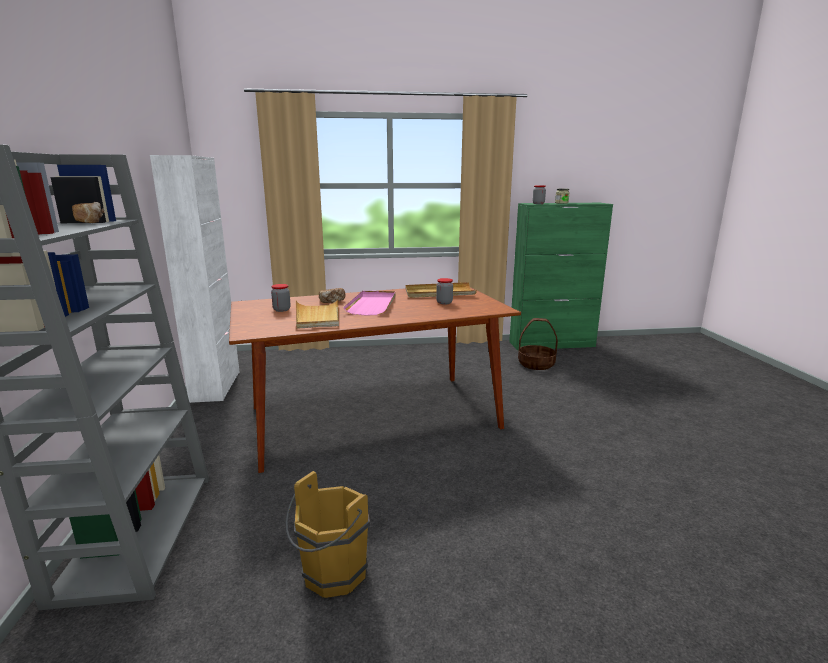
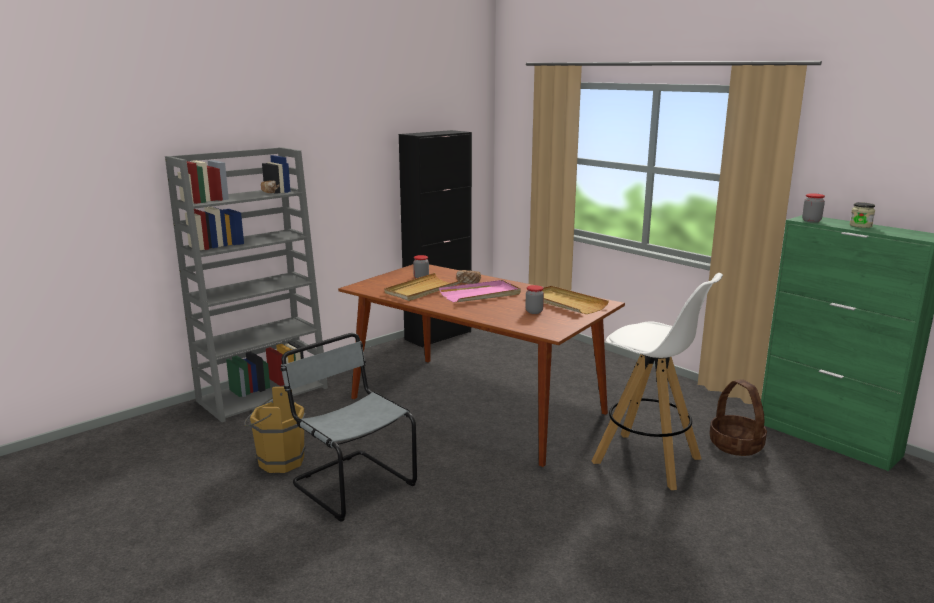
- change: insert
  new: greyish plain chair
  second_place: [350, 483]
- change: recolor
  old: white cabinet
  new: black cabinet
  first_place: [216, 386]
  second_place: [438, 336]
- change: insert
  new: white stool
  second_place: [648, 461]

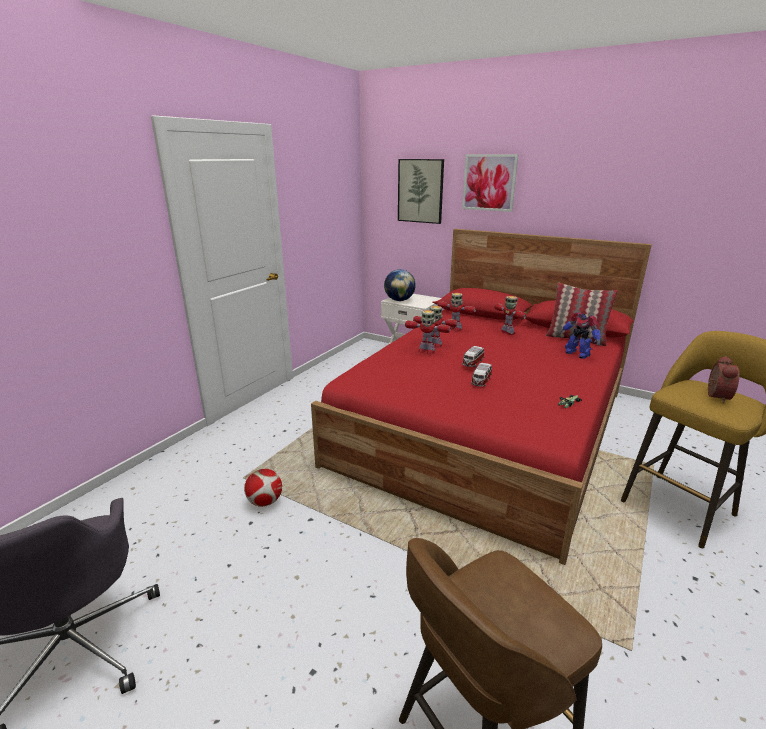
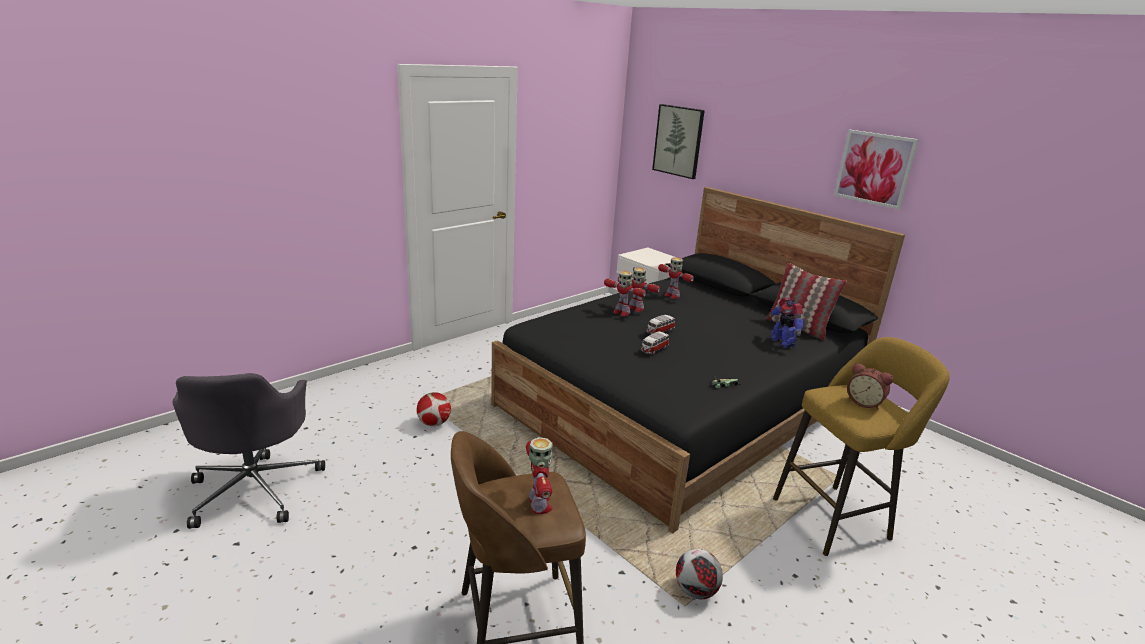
- change: recolor
  old: reddish sleeping bed
  new: black sleeping bed
  first_place: [487, 426]
  second_place: [683, 404]
- change: move
  old: toy robot
  first_place: [508, 332]
  second_place: [539, 505]
- change: insert
  new: ball for football
  second_place: [695, 591]
- change: move
  old: wall picture
  first_place: [489, 182]
  second_place: [874, 168]
- change: rotate
  old: bedside clock
  first_place: [715, 396]
  second_place: [864, 402]
  degrees: 90
- change: delete
  old: desk globe
  first_place: [399, 300]

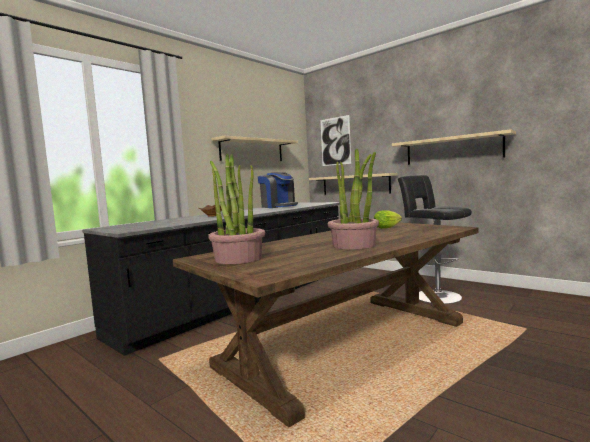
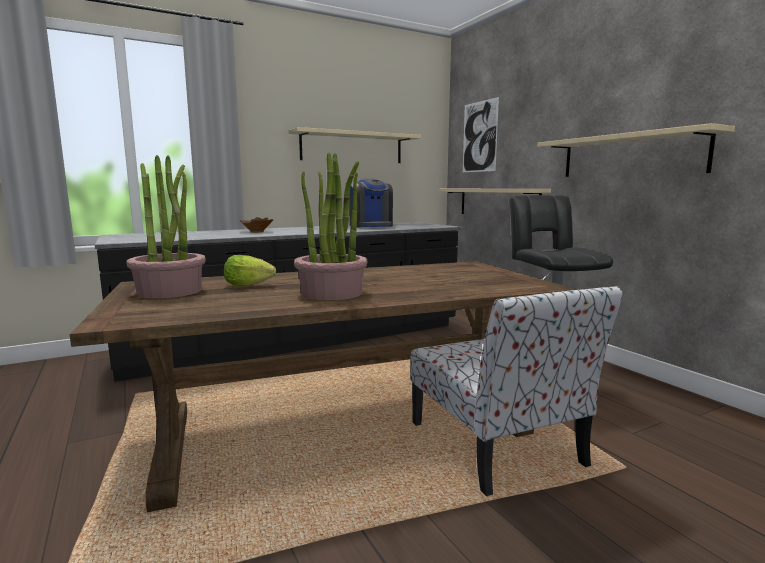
- change: move
  old: head of lettuce
  first_place: [386, 228]
  second_place: [248, 285]
- change: insert
  new: plain chair
  second_place: [497, 446]

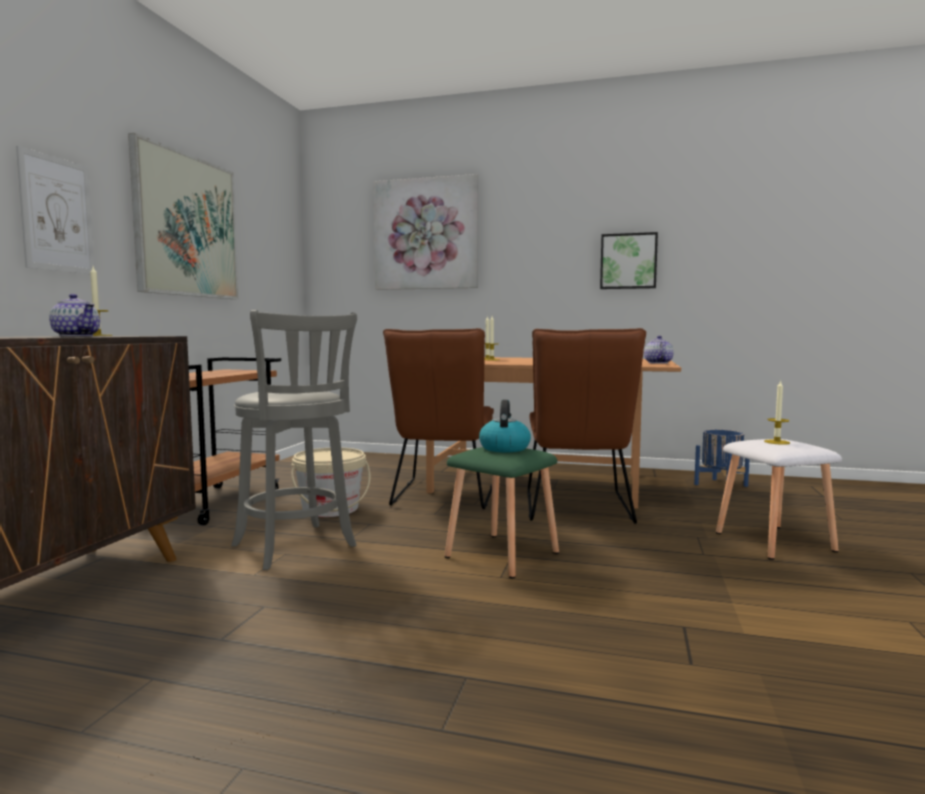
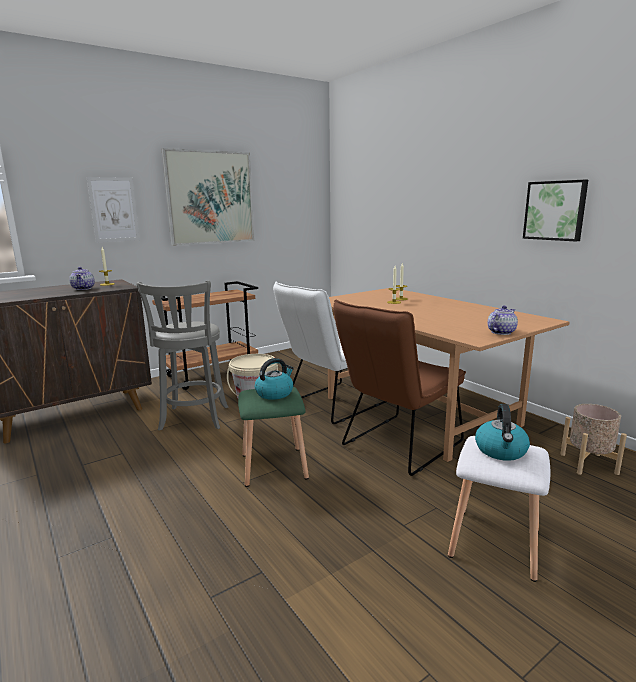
- change: recolor
  old: brownish plain chair
  new: white plain chair
  first_place: [443, 496]
  second_place: [331, 404]
- change: replace
  old: candle
  new: tea kettle
  first_place: [777, 442]
  second_place: [501, 451]
- change: recolor
  old: bluish plant pot
  new: beige-coloured plant pot
  first_place: [720, 485]
  second_place: [588, 463]
- change: delete
  old: wall picture
  first_place: [426, 234]

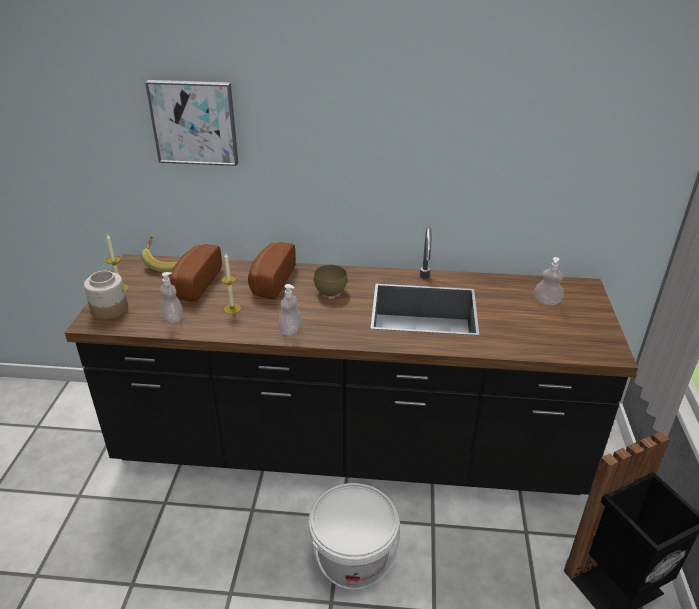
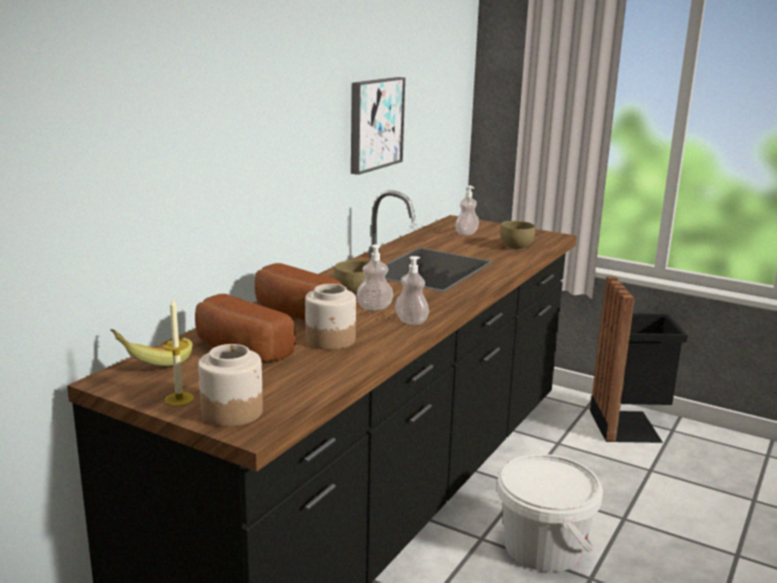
- change: replace
  old: candle
  new: storage jar
  first_place: [232, 309]
  second_place: [331, 340]
- change: move
  old: wall picture
  first_place: [194, 122]
  second_place: [374, 124]
- change: move
  old: soap dispenser
  first_place: [173, 318]
  second_place: [374, 308]
- change: insert
  new: brownish deep dish
  second_place: [515, 247]

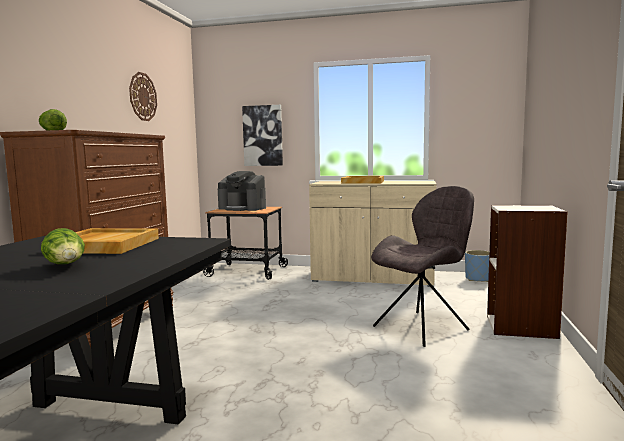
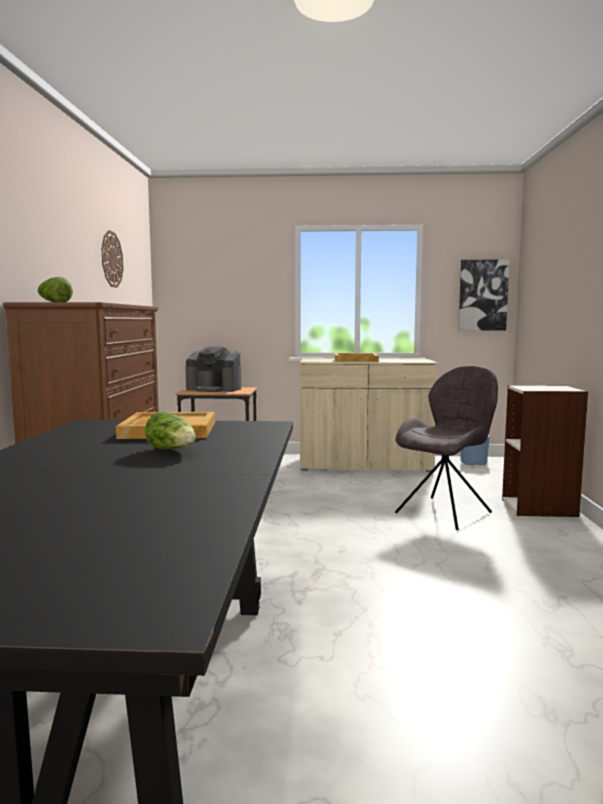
- change: move
  old: wall picture
  first_place: [263, 135]
  second_place: [483, 295]

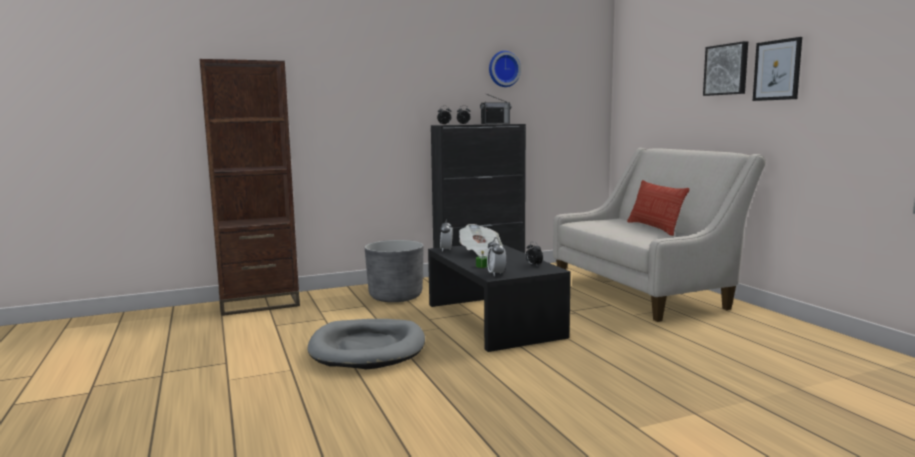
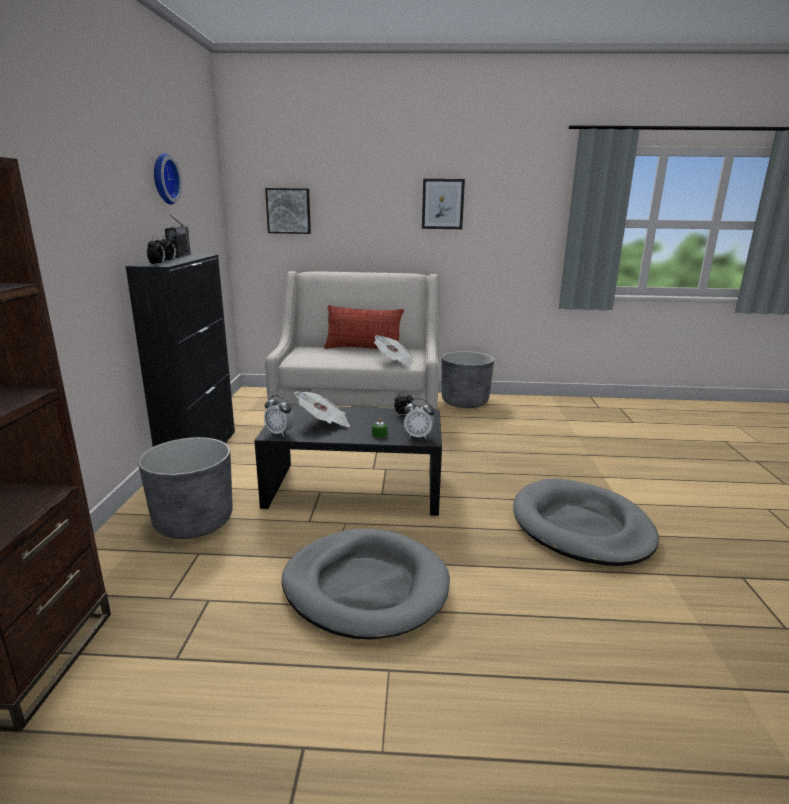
- change: move
  old: wall picture
  first_place: [727, 69]
  second_place: [288, 211]
- change: insert
  new: newspaper
  second_place: [394, 361]
- change: insert
  new: greyish plant pot
  second_place: [464, 402]
- change: insert
  new: greyish pet bed
  second_place: [581, 527]

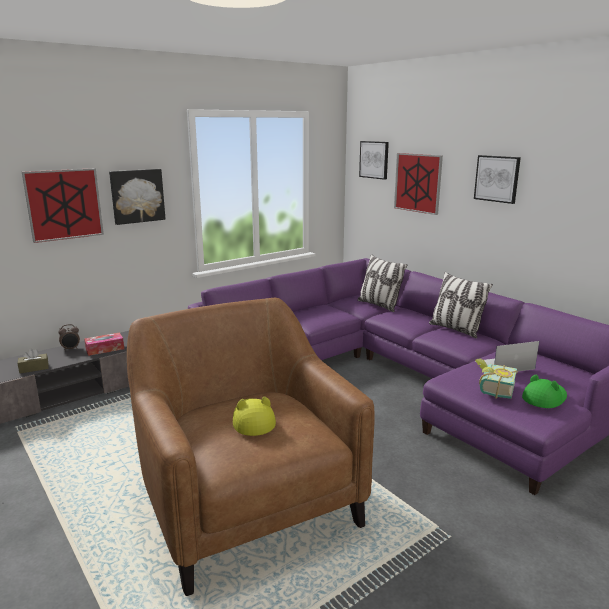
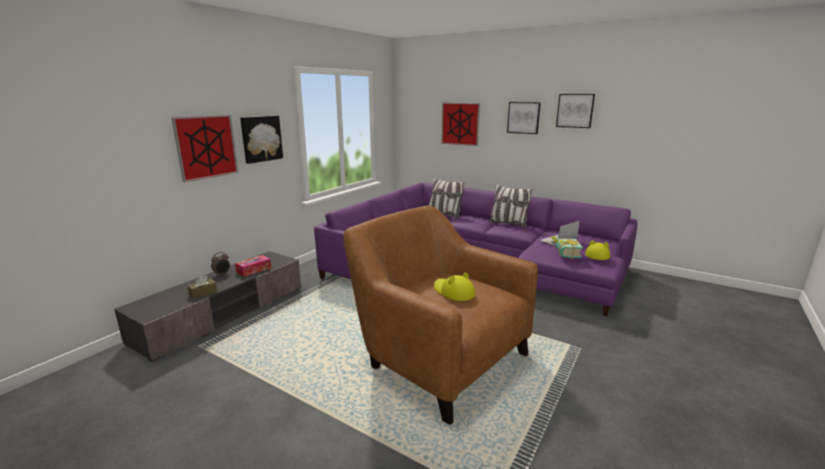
- change: move
  old: wall picture
  first_place: [374, 159]
  second_place: [575, 110]
- change: recolor
  old: green hat
  new: yellow hat
  first_place: [544, 398]
  second_place: [597, 255]

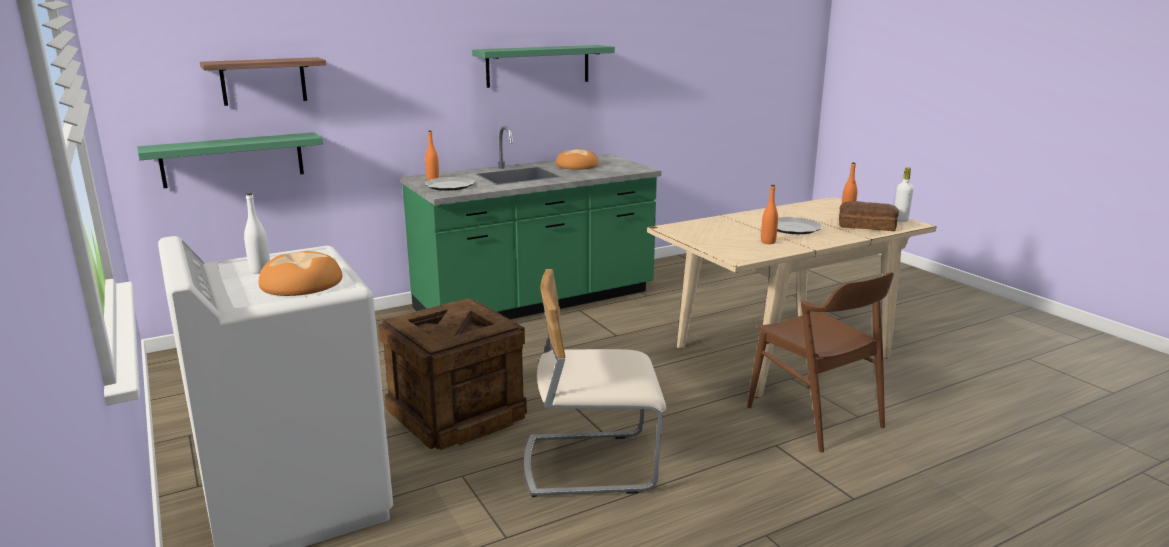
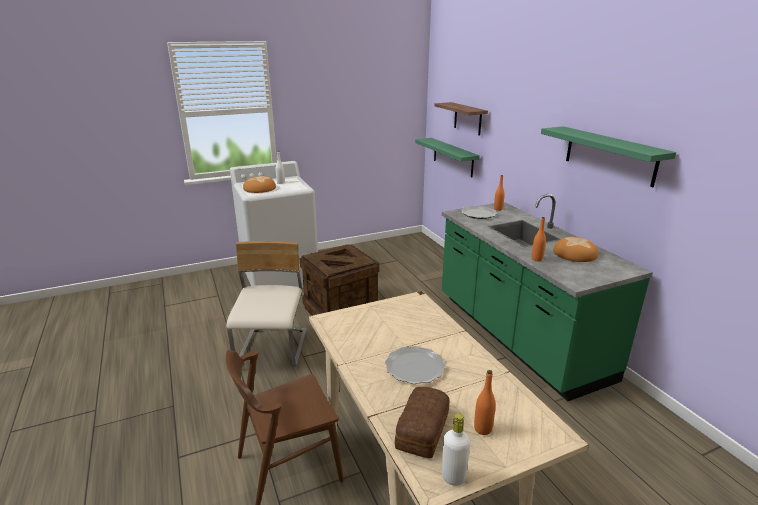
- change: move
  old: orange-coloured beverage bottle
  first_place: [768, 242]
  second_place: [537, 259]

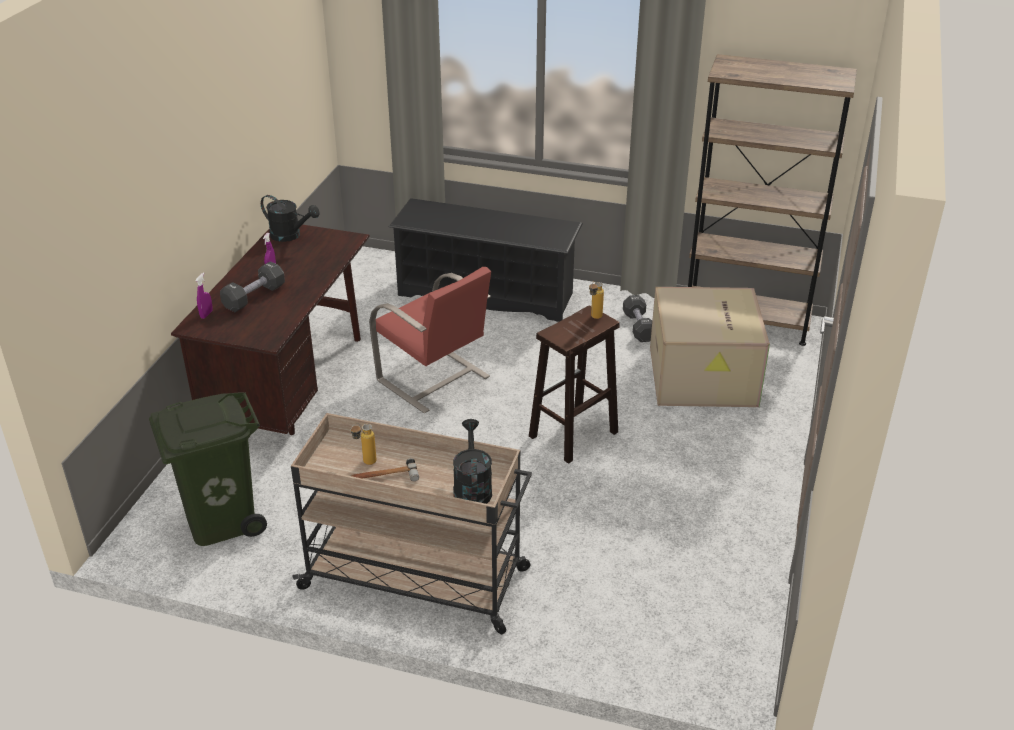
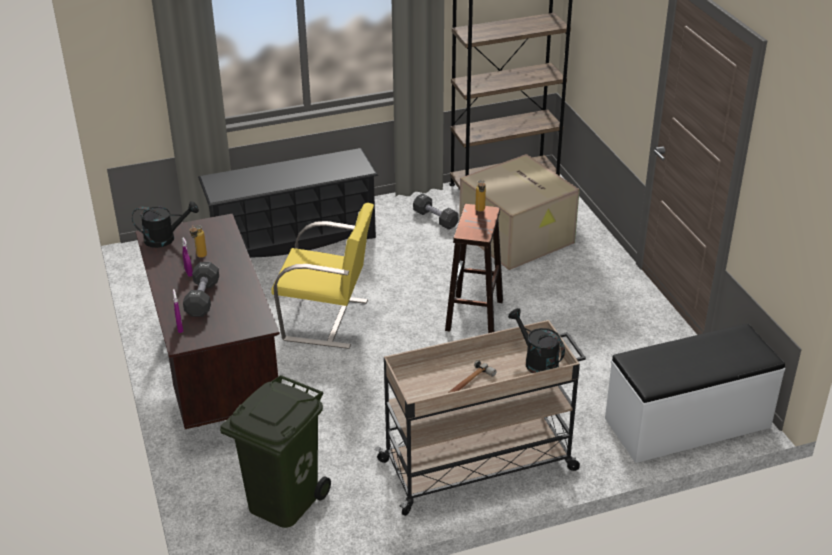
- change: move
  old: beverage bottle
  first_place: [365, 463]
  second_place: [199, 257]
- change: recolor
  old: reddish plain chair
  new: yellow plain chair
  first_place: [434, 380]
  second_place: [327, 320]
- change: insert
  new: white indoor bench
  second_place: [688, 423]

